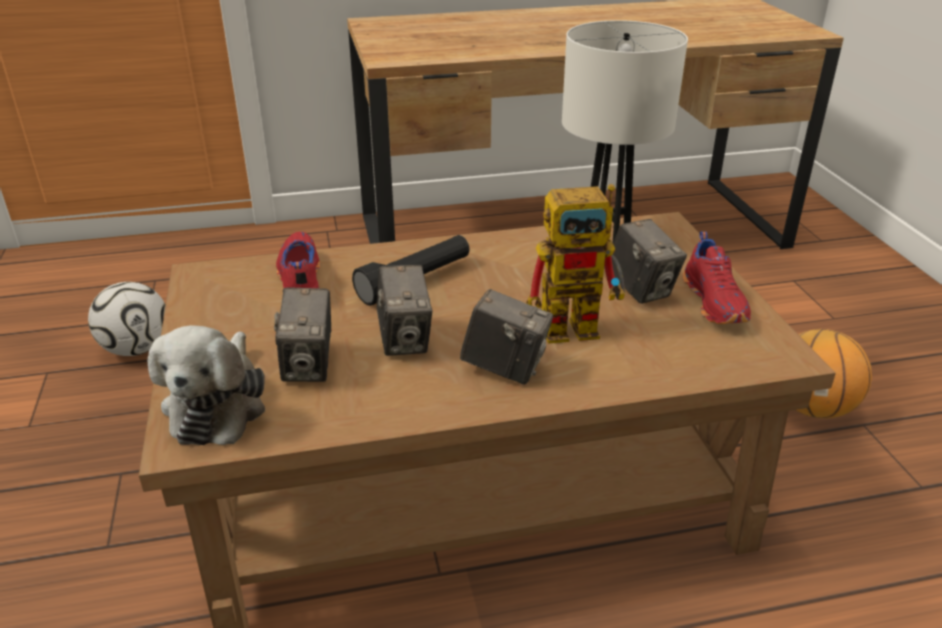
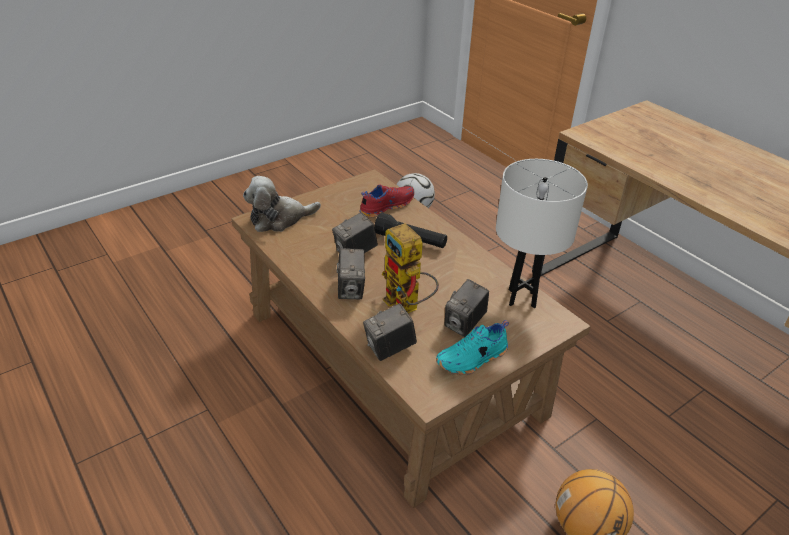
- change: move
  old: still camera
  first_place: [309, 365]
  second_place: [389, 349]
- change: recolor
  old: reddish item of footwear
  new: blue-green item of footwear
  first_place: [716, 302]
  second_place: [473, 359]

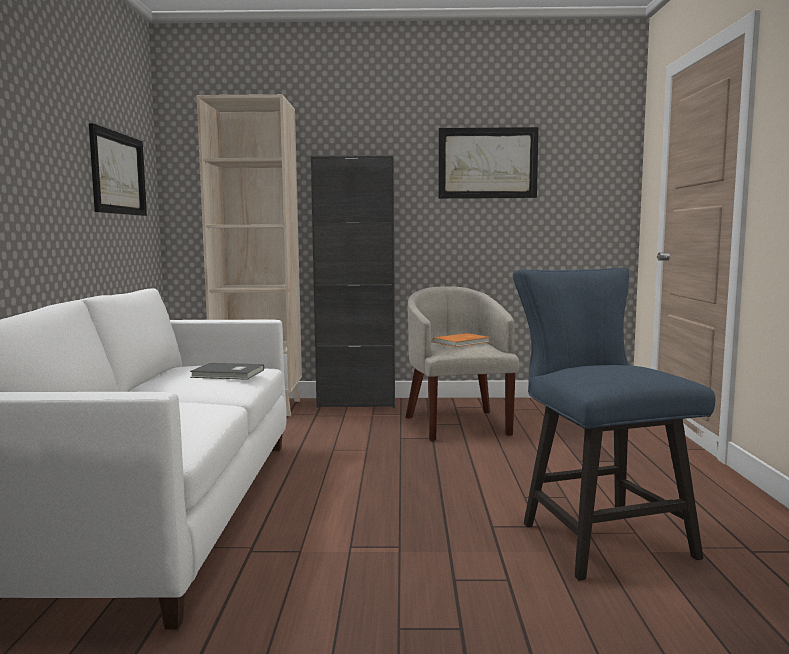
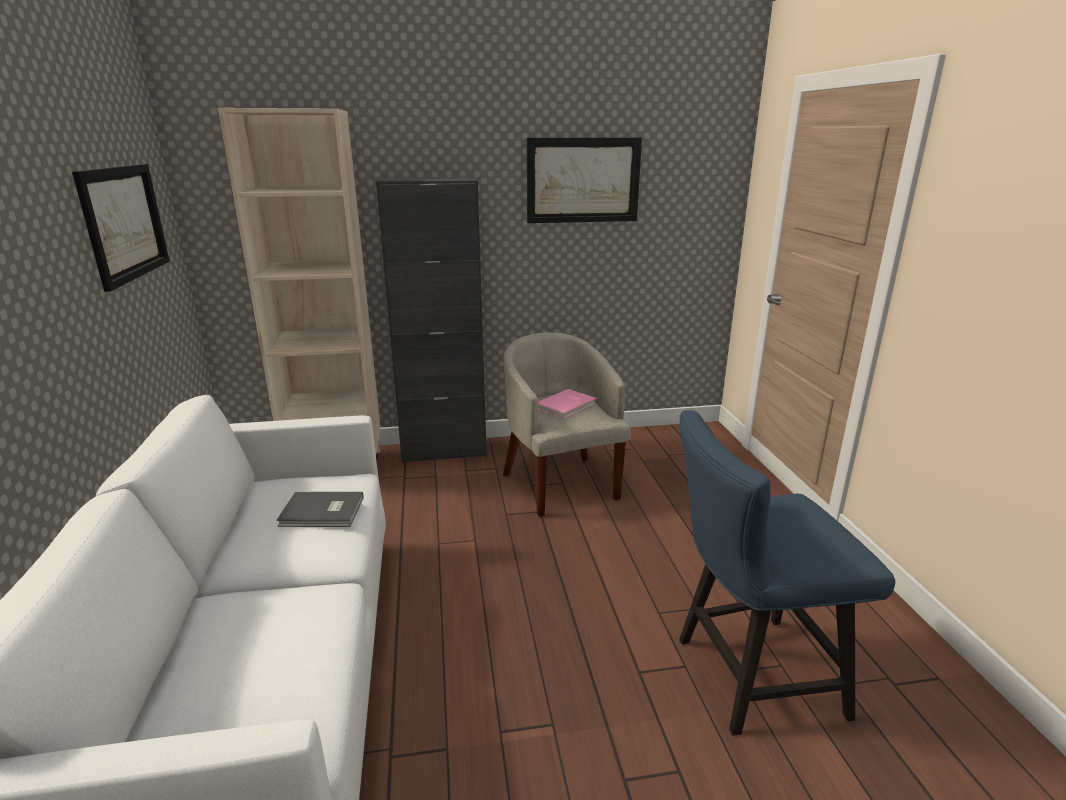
- change: recolor
  old: orange-coloured book
  new: pink book
  first_place: [463, 342]
  second_place: [567, 405]
- change: rotate
  old: bluish plain chair
  first_place: [597, 536]
  second_place: [747, 676]
  degrees: -75

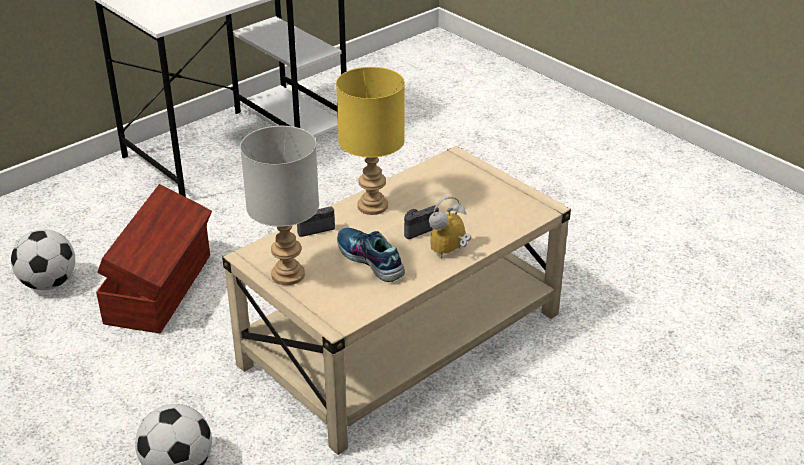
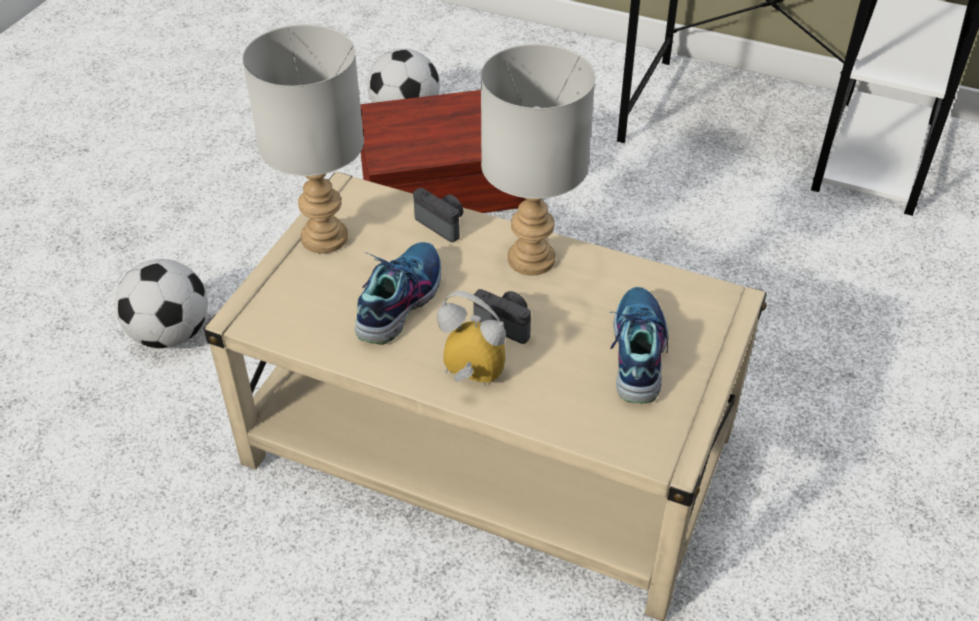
- change: recolor
  old: yellow table lamp
  new: greyish table lamp
  first_place: [374, 206]
  second_place: [531, 260]
- change: insert
  new: item of footwear
  second_place: [636, 353]

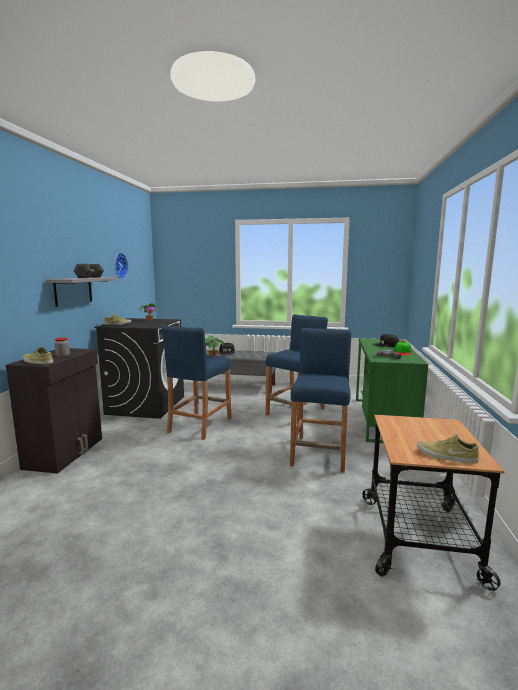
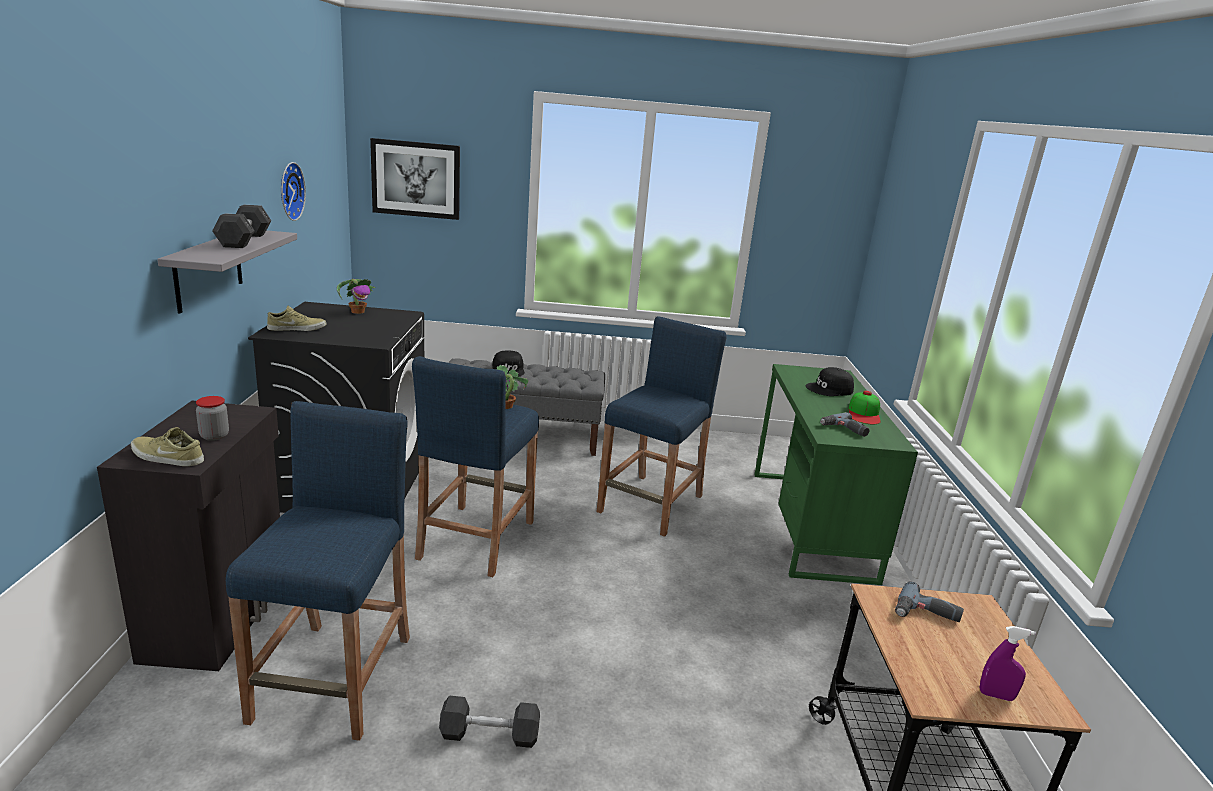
- change: move
  old: bluish stool
  first_place: [320, 453]
  second_place: [335, 678]
- change: insert
  new: wall picture
  second_place: [416, 179]
- change: insert
  new: greyish hand weight
  second_place: [489, 735]
- change: insert
  new: electric drill
  second_place: [926, 615]
- change: replace
  old: beige-coloured item of footwear
  new: purple-coloured hand sprayer
  first_place: [446, 456]
  second_place: [996, 695]

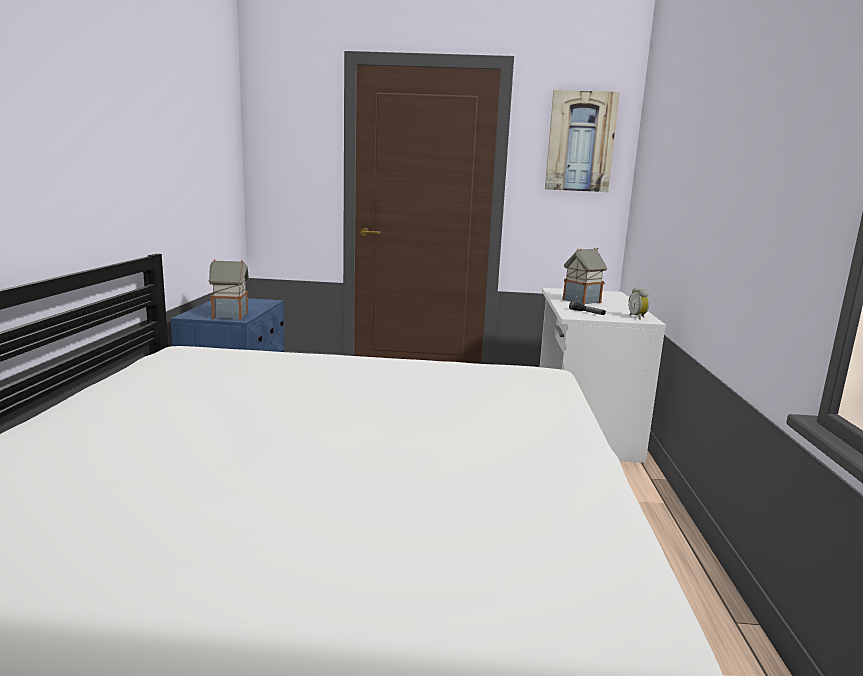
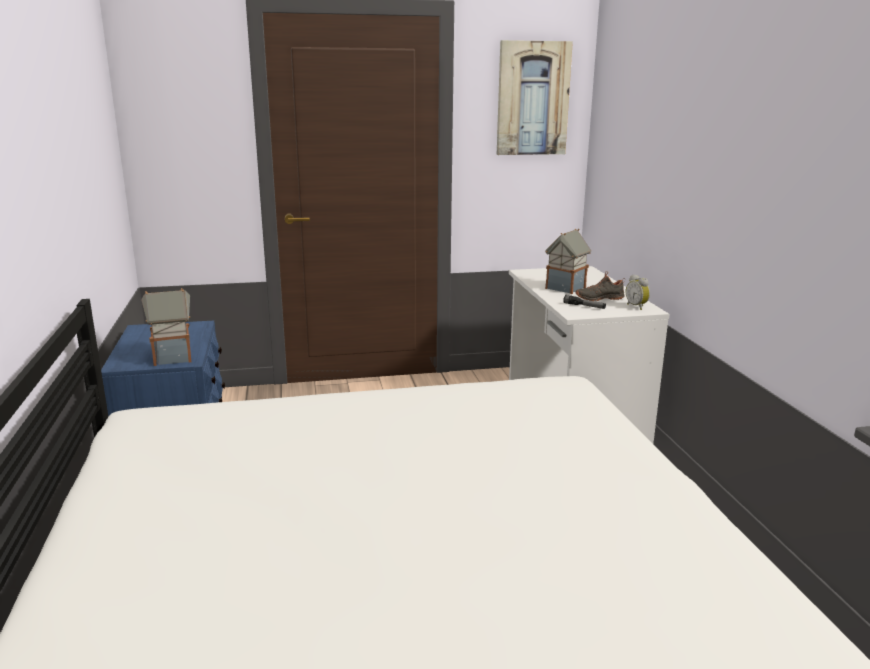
- change: insert
  new: black item of footwear
  second_place: [599, 298]

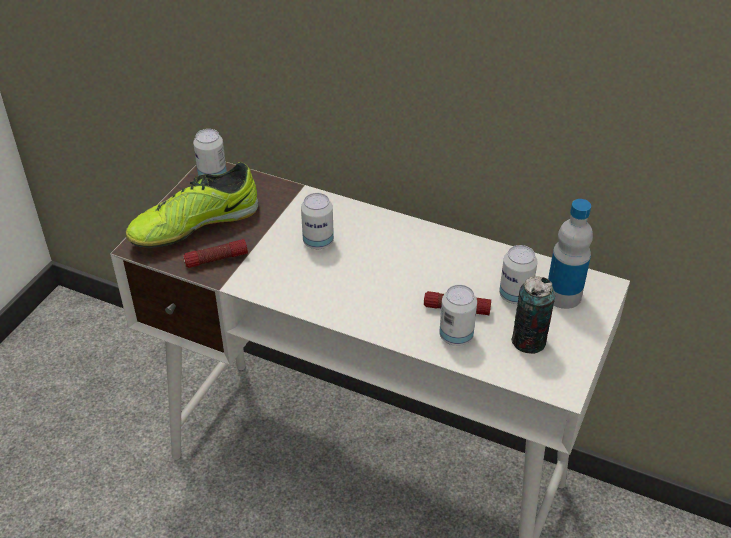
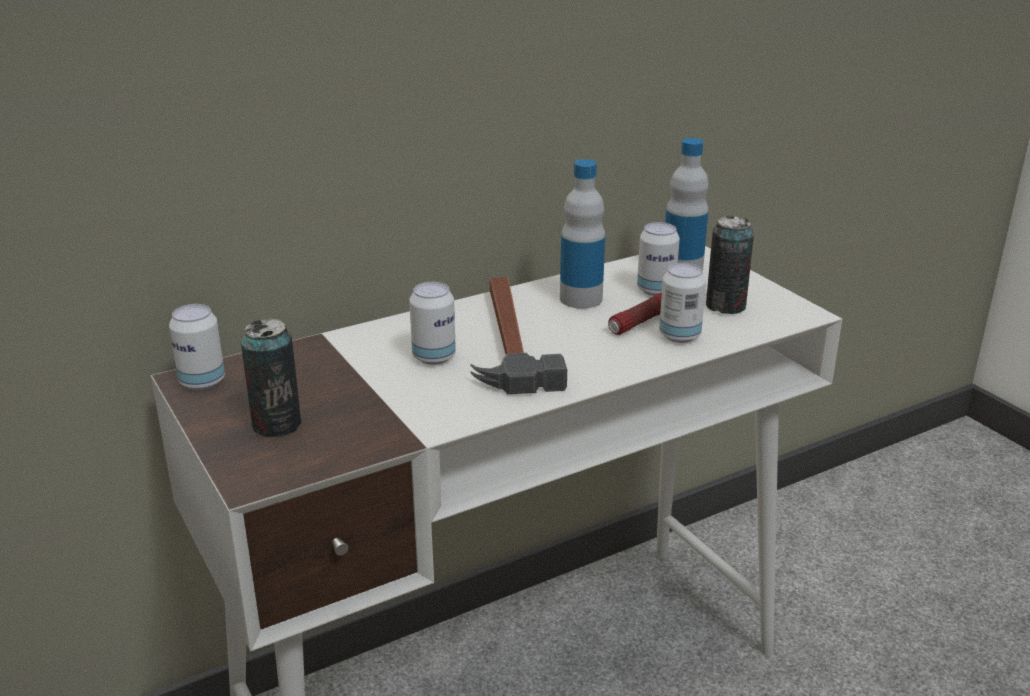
- change: replace
  old: item of footwear
  new: sealed can
  first_place: [194, 225]
  second_place: [276, 424]
- change: insert
  new: hand hammer
  second_place: [508, 339]
- change: insert
  new: beverage bottle
  second_place: [581, 299]
- change: delete
  old: flashlight
  first_place: [216, 259]

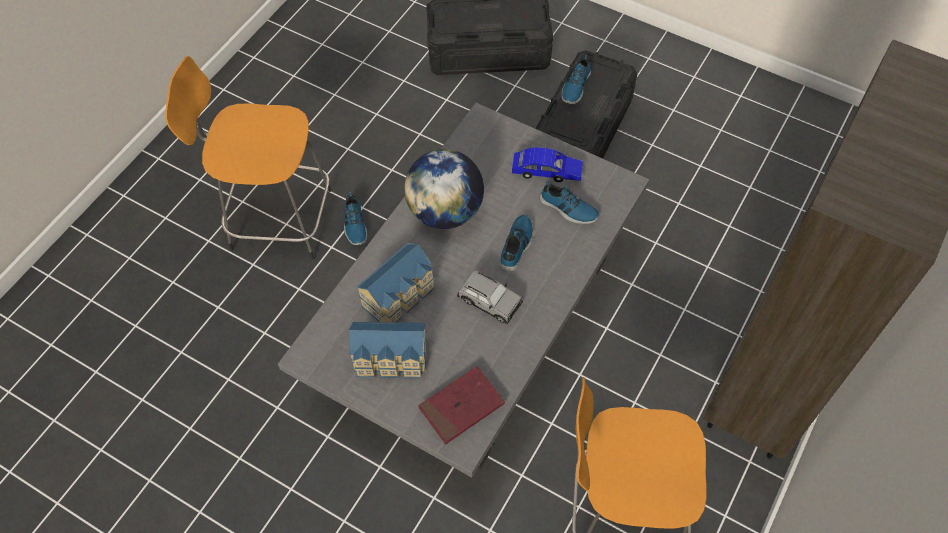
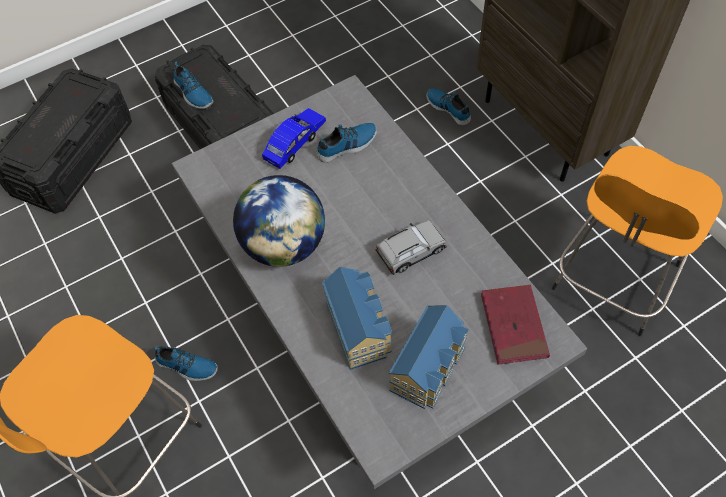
- change: move
  old: item of footwear
  first_place: [517, 246]
  second_place: [449, 108]

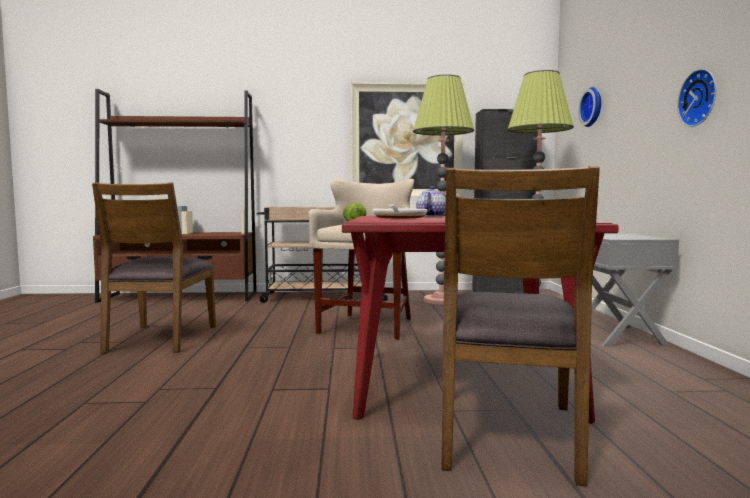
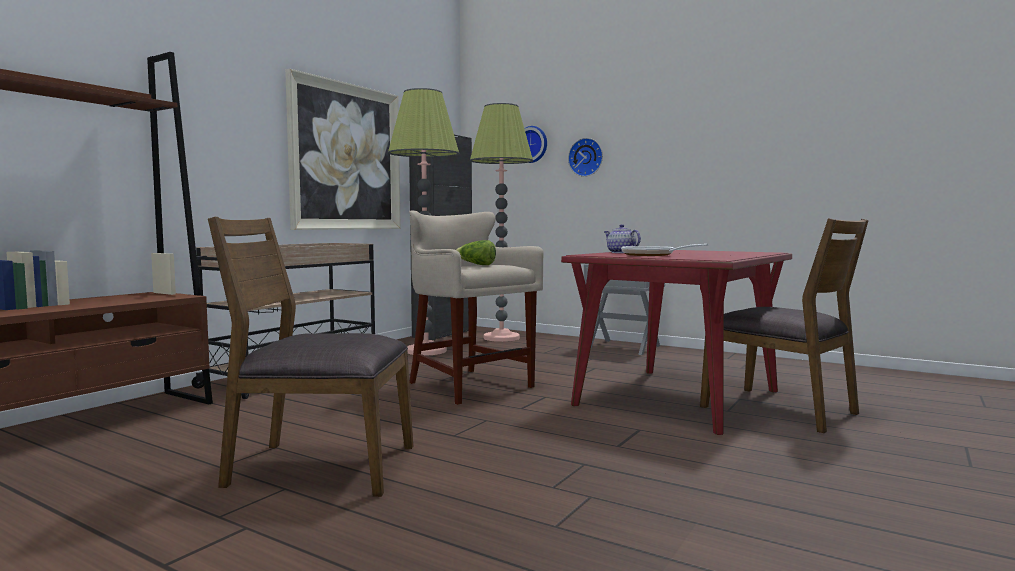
- change: rotate
  old: brownish plain chair
  first_place: [160, 338]
  second_place: [321, 466]
  degrees: 150
- change: move
  old: clock on the wall
  first_place: [700, 98]
  second_place: [586, 157]

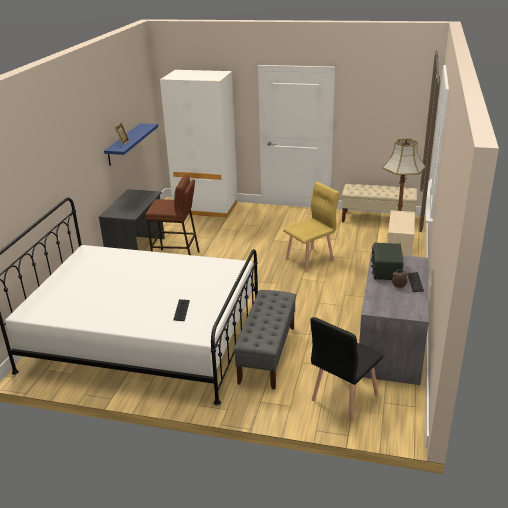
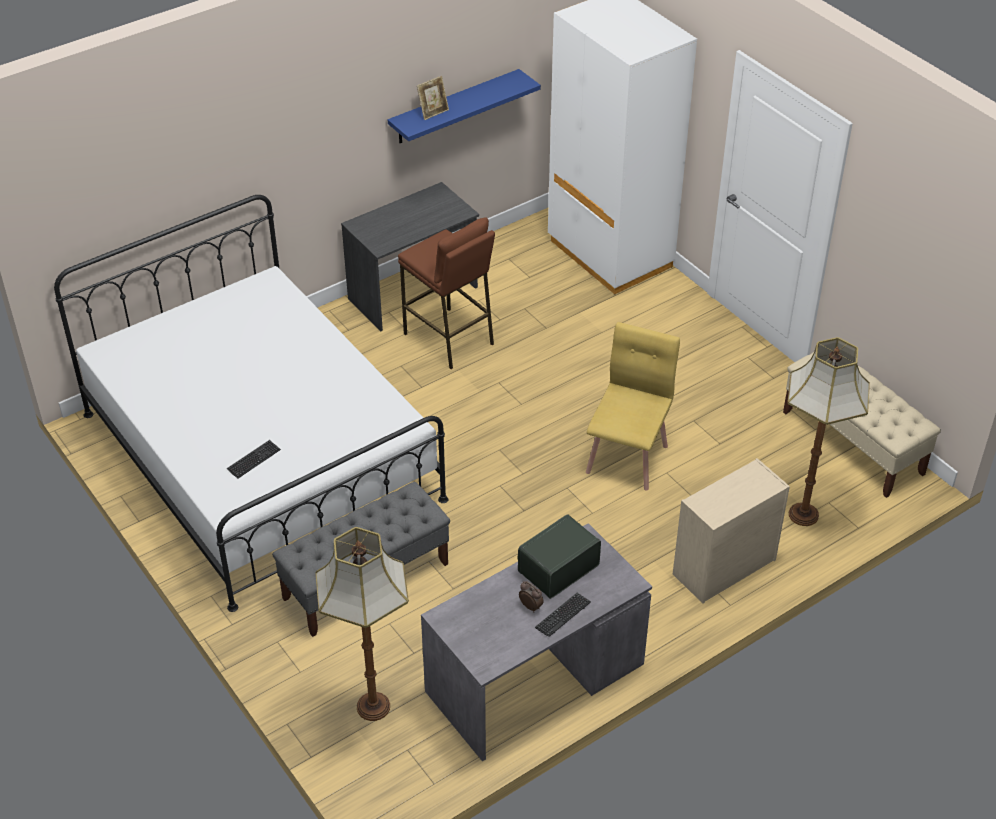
- change: replace
  old: black plain chair
  new: standard lamp
  first_place: [344, 397]
  second_place: [372, 707]
- change: rotate
  old: yellow plain chair
  first_place: [310, 259]
  second_place: [628, 458]
  degrees: -75

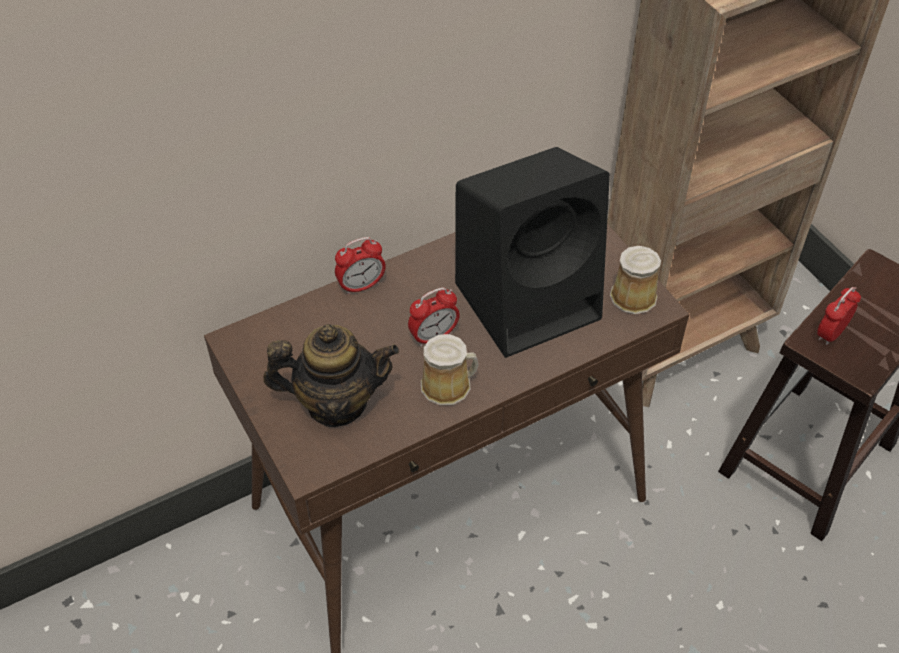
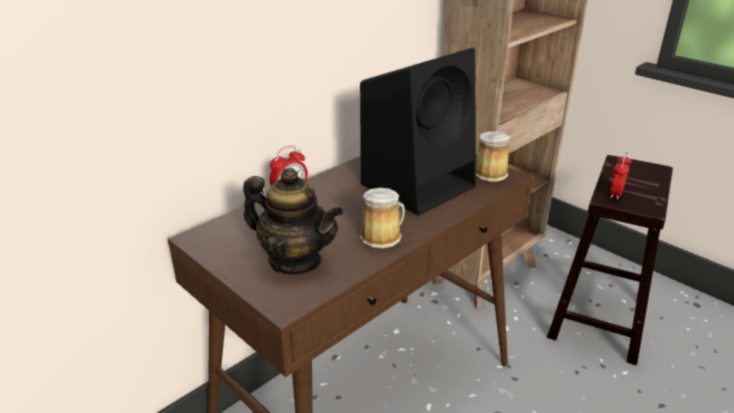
- change: rotate
  old: tea pot
  first_place: [336, 403]
  second_place: [295, 260]
  degrees: 45
- change: delete
  old: bedside clock
  first_place: [433, 336]

